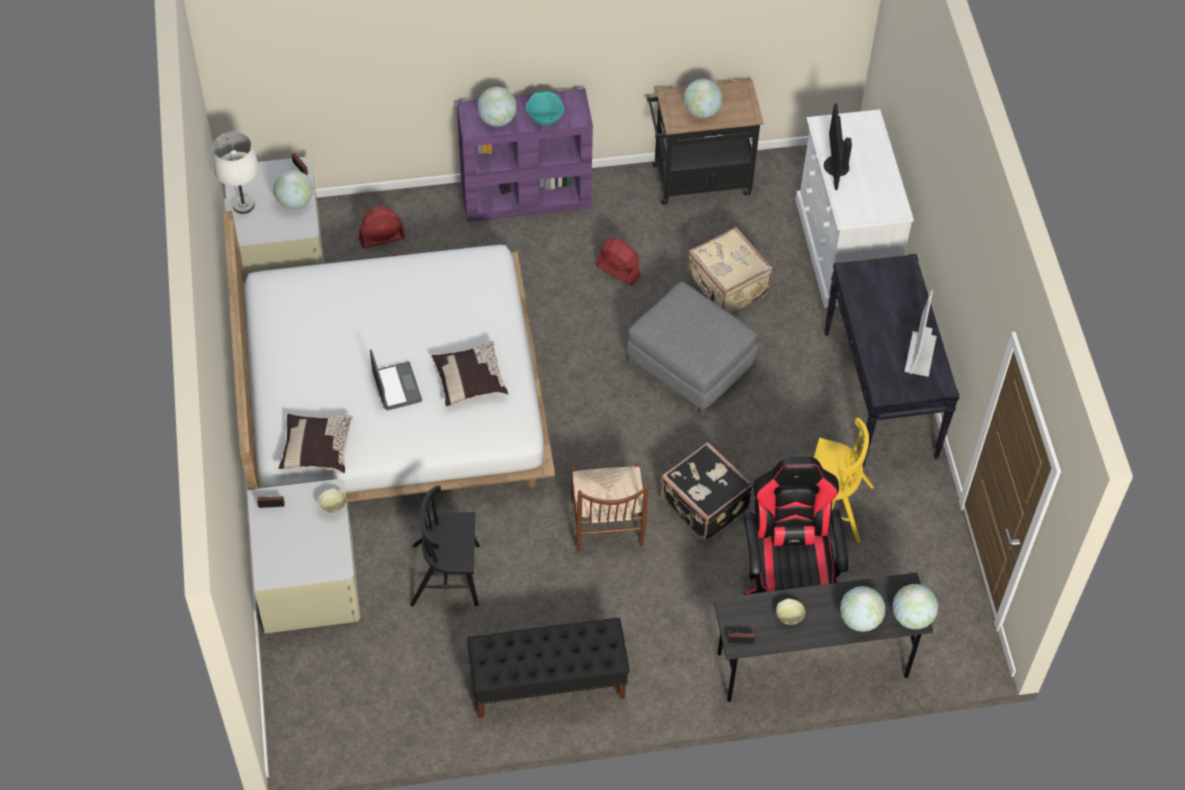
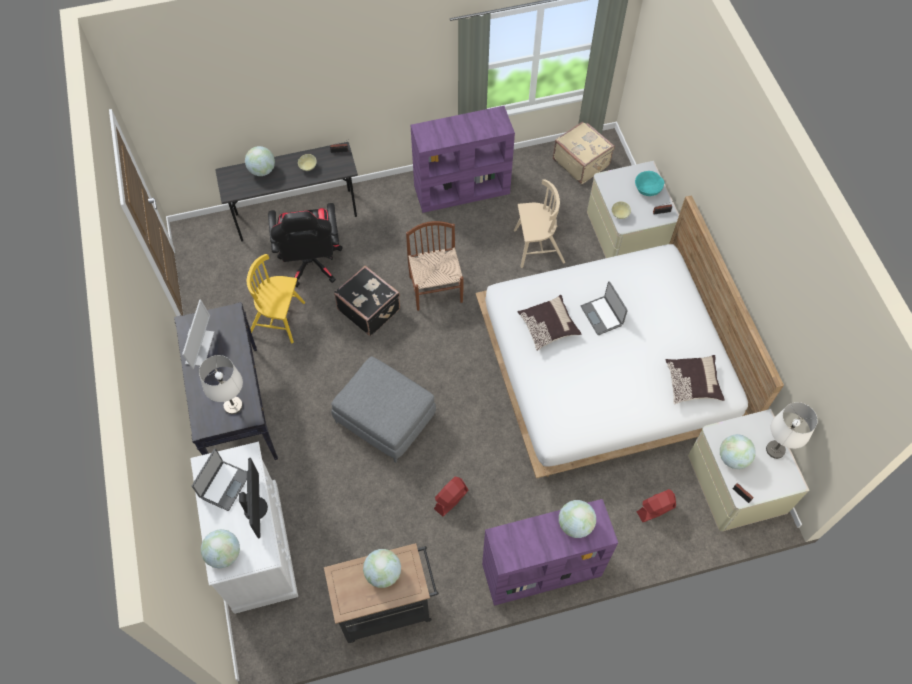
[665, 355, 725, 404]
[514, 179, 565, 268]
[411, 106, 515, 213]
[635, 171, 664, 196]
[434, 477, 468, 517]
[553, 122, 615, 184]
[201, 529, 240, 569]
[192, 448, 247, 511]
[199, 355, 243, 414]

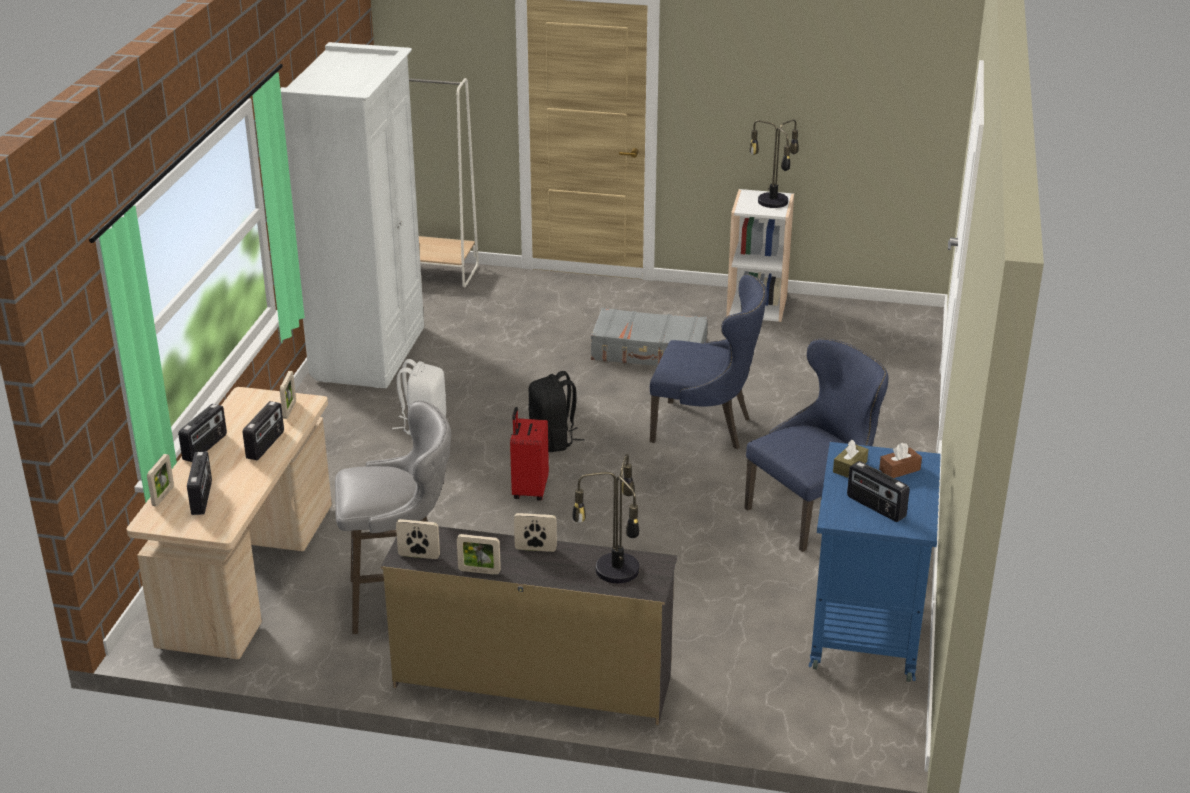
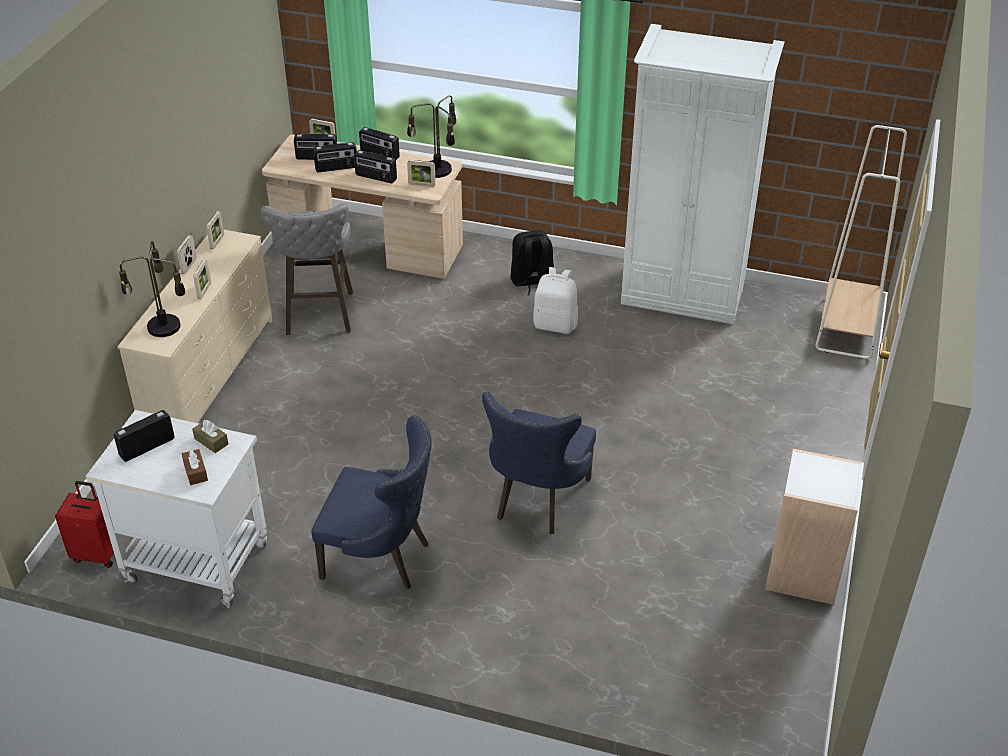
[118, 230, 273, 423]
[55, 481, 114, 568]
[511, 230, 554, 296]
[591, 308, 708, 366] (first image)
[312, 416, 432, 589]
[407, 95, 456, 178]
[86, 410, 267, 608]
[313, 142, 357, 172]

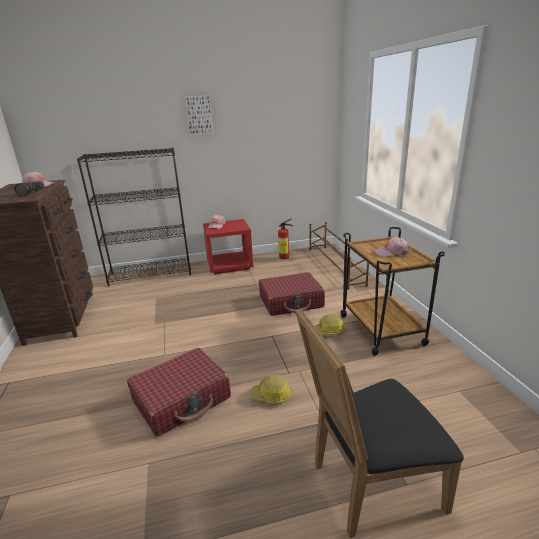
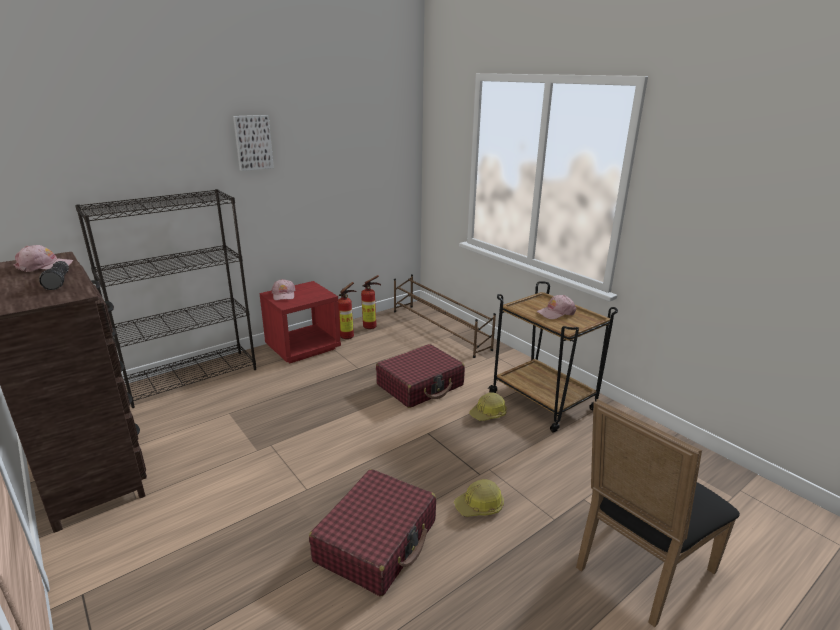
[338, 282, 357, 339]

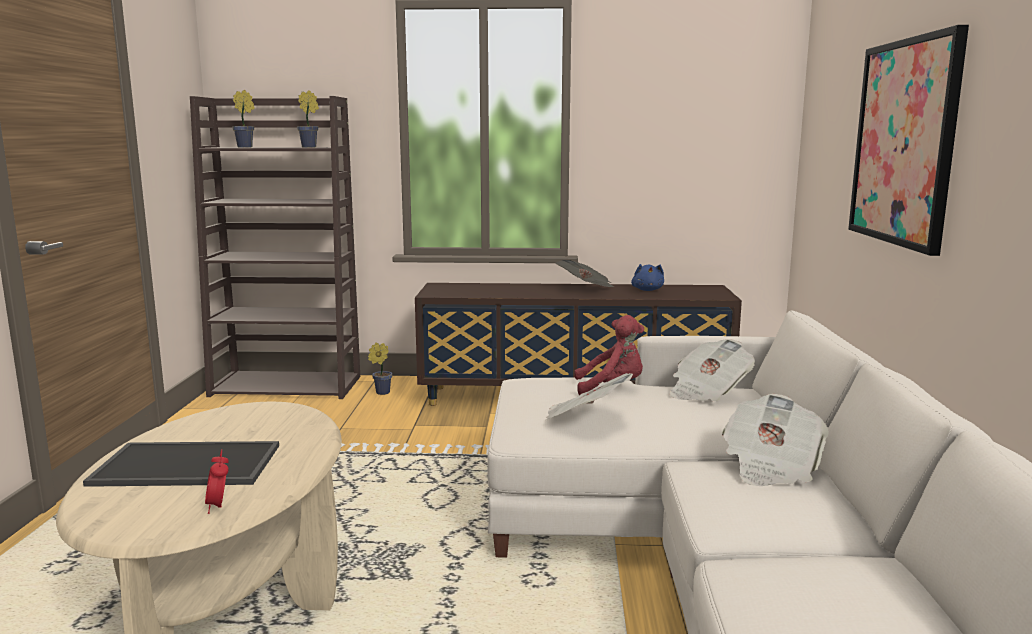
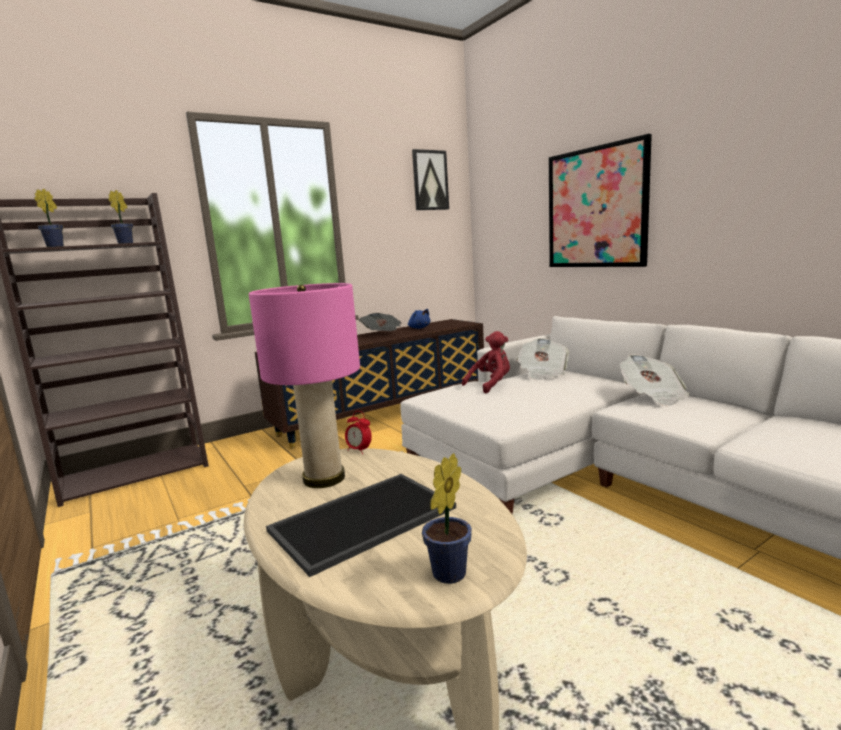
[345, 411, 372, 454]
[422, 453, 472, 584]
[546, 373, 633, 420] (first image)
[249, 283, 360, 488]
[412, 149, 449, 210]

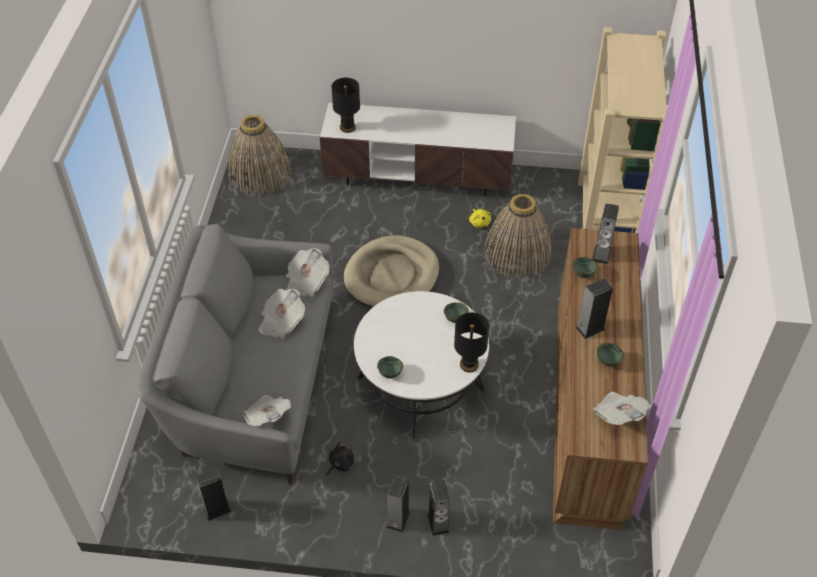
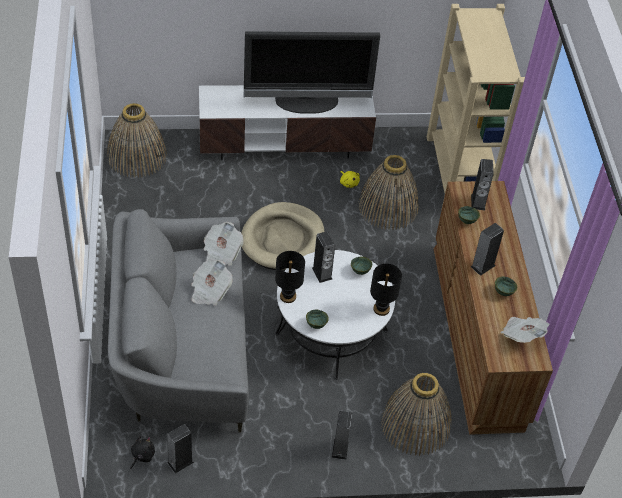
[243, 395, 291, 426] (first image)
[130, 436, 155, 469]
[275, 251, 305, 303]
[312, 231, 335, 283]
[244, 31, 380, 114]
[381, 373, 451, 456]

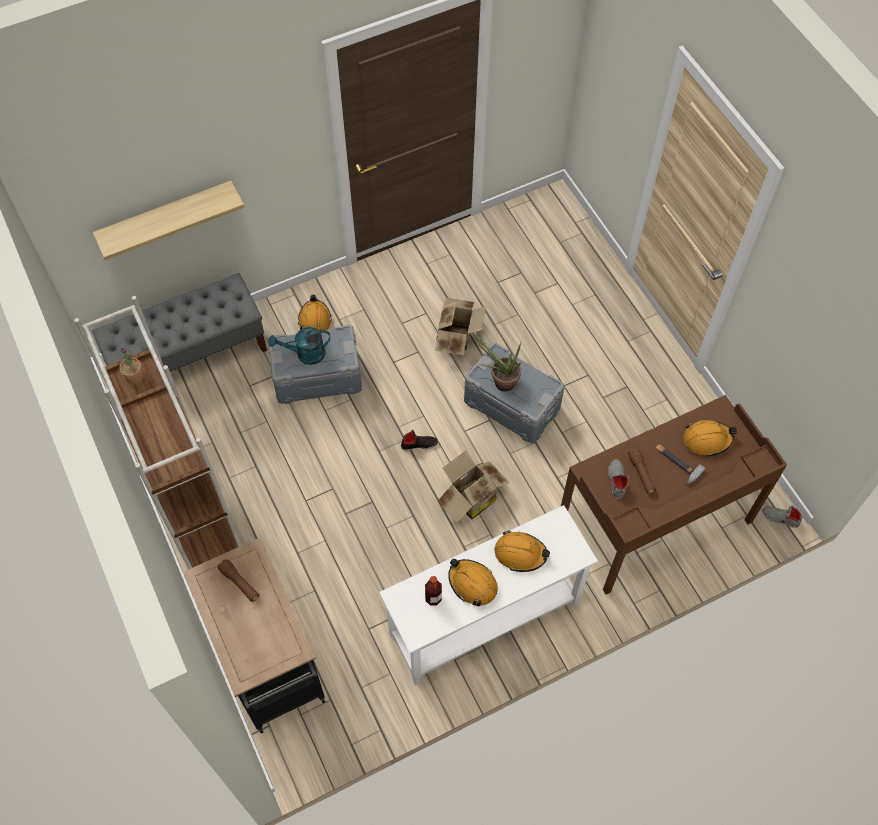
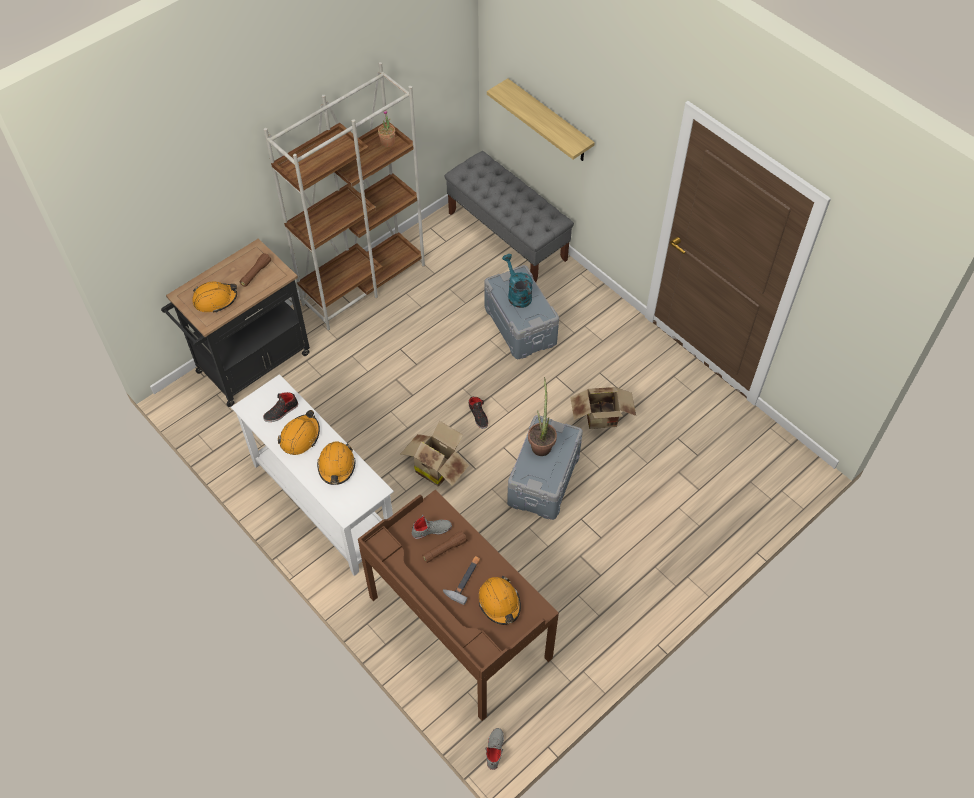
[193, 282, 237, 313]
[263, 392, 298, 422]

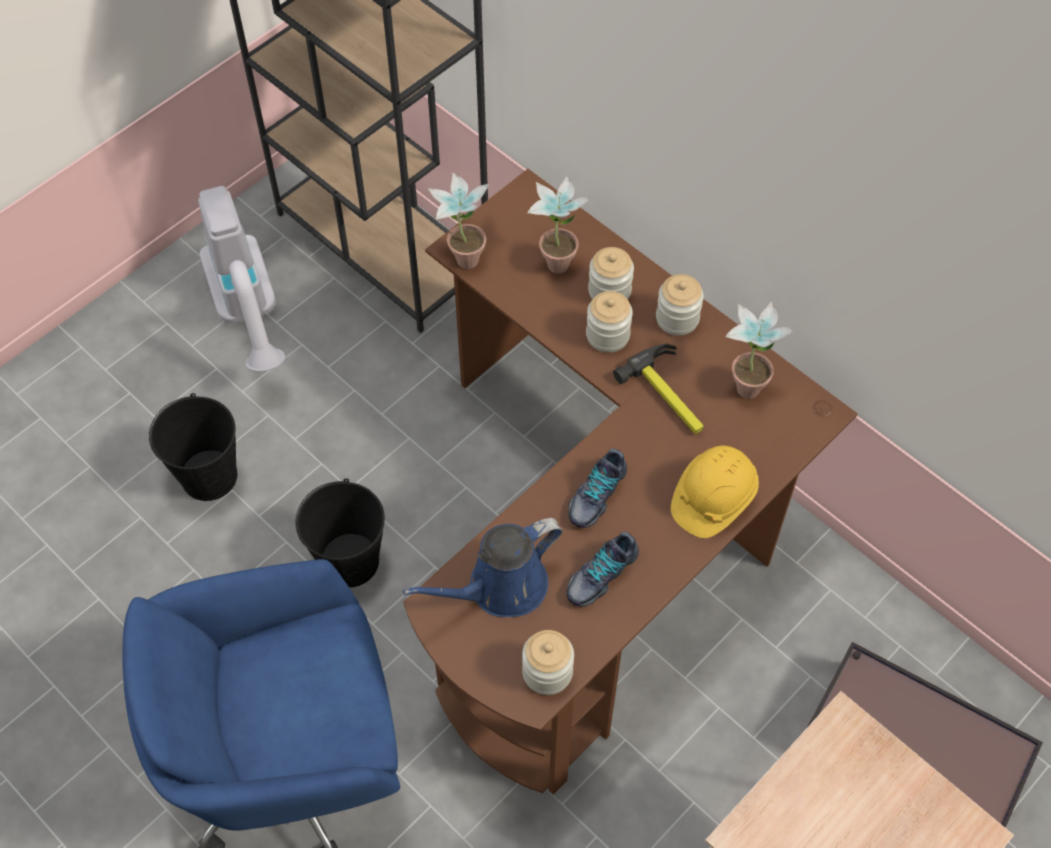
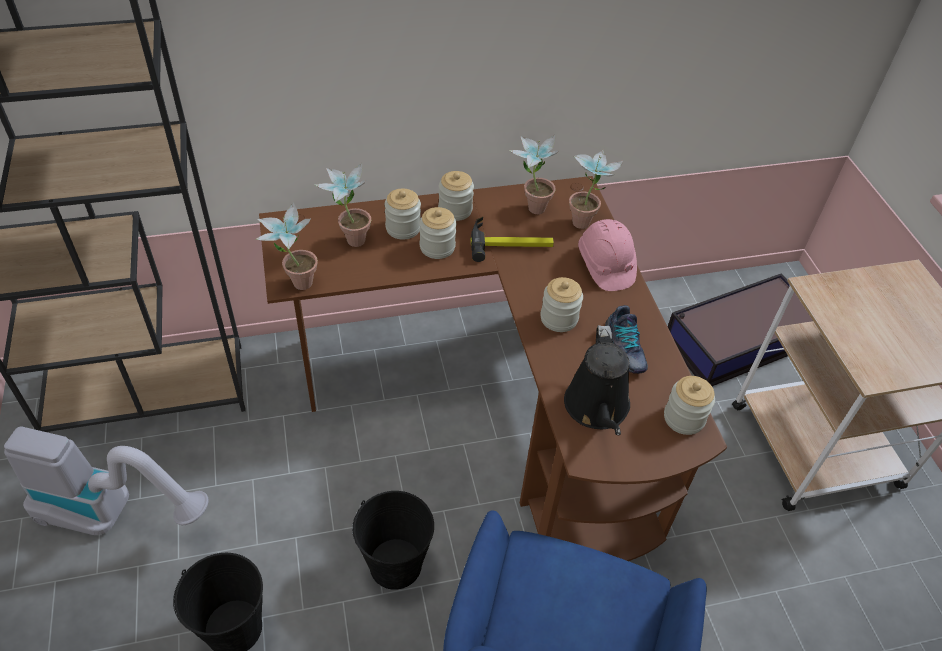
[564, 325, 630, 435]
[540, 277, 583, 332]
[578, 219, 637, 291]
[569, 150, 623, 229]

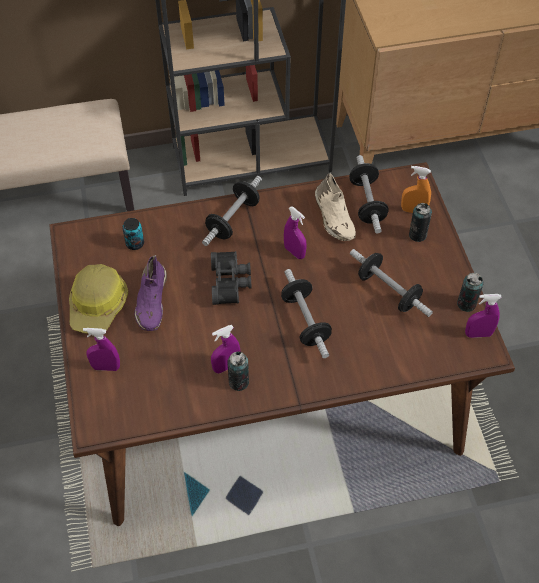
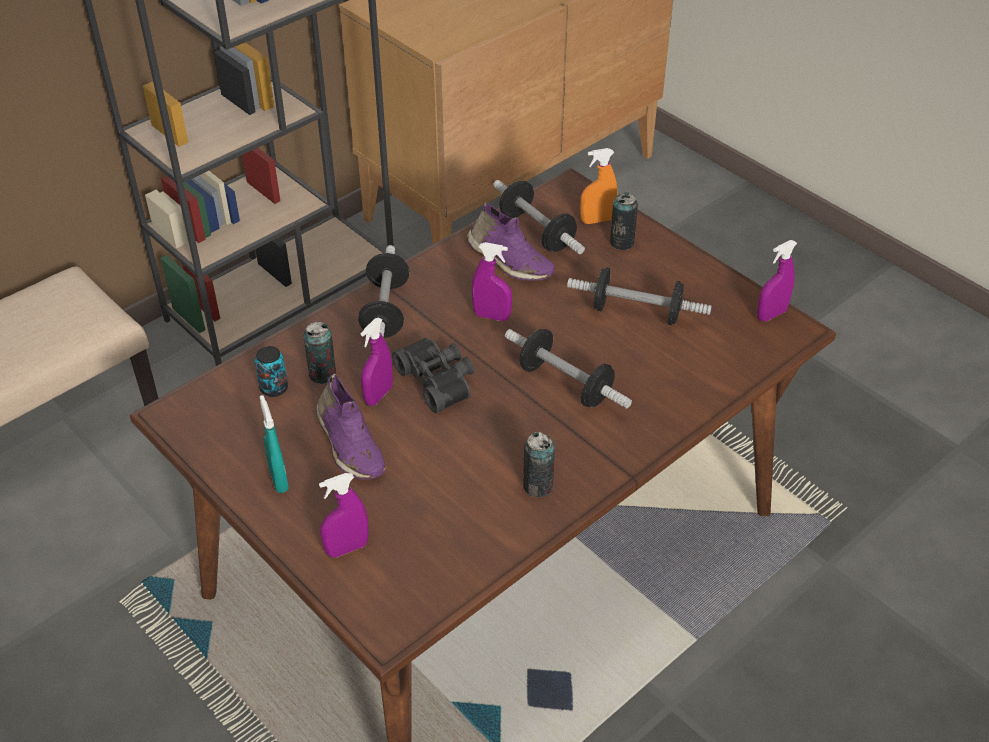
[260, 395, 289, 493]
[361, 318, 393, 406]
[467, 203, 555, 281]
[303, 322, 336, 384]

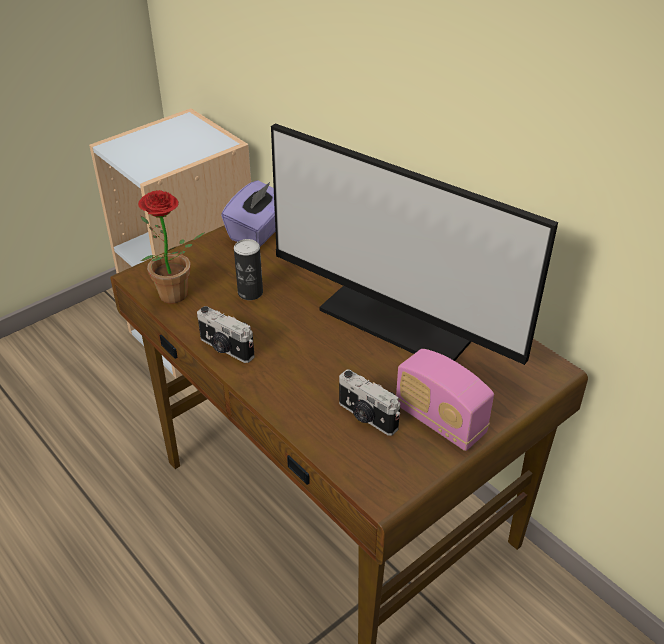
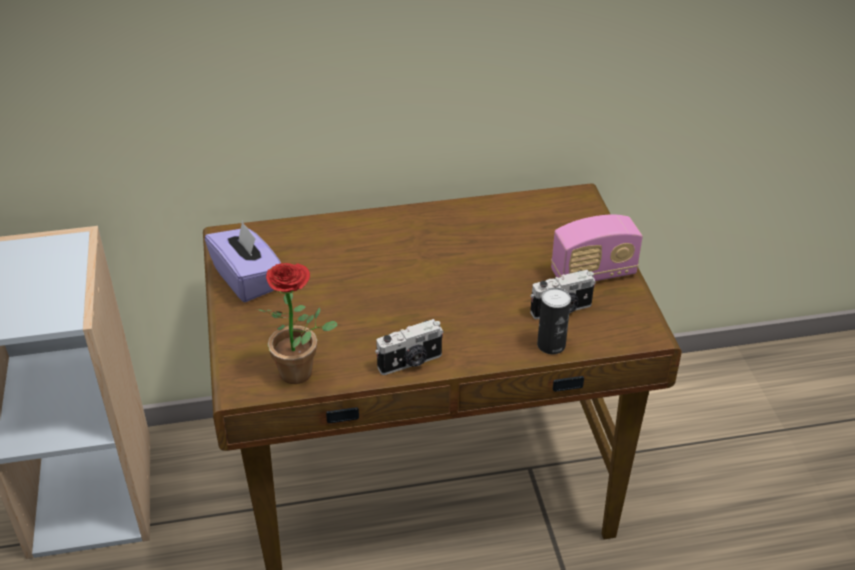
[537, 287, 571, 354]
[271, 123, 558, 365] (first image)

